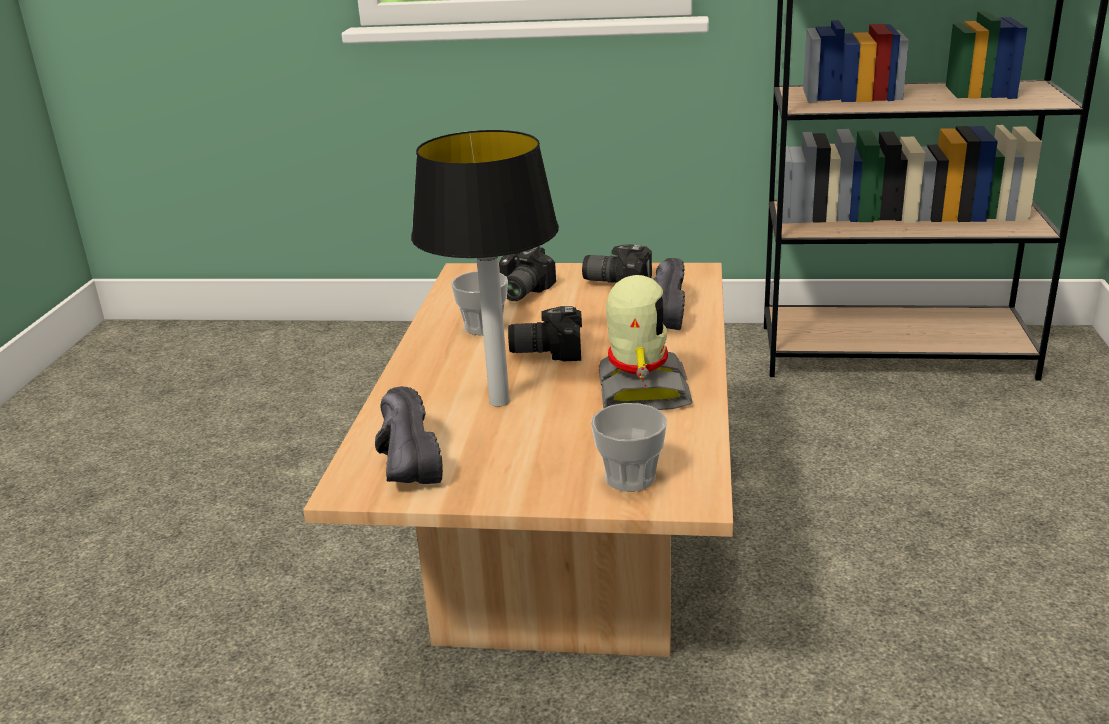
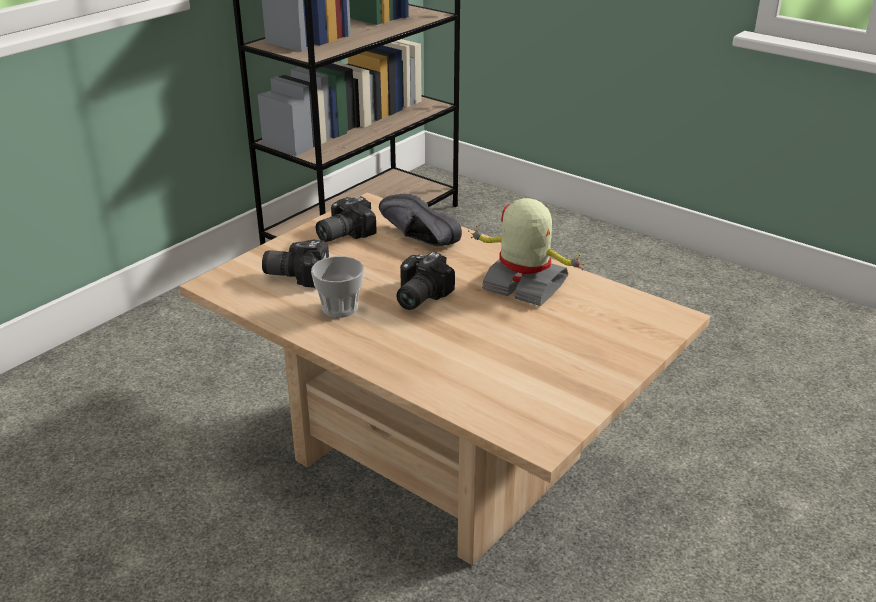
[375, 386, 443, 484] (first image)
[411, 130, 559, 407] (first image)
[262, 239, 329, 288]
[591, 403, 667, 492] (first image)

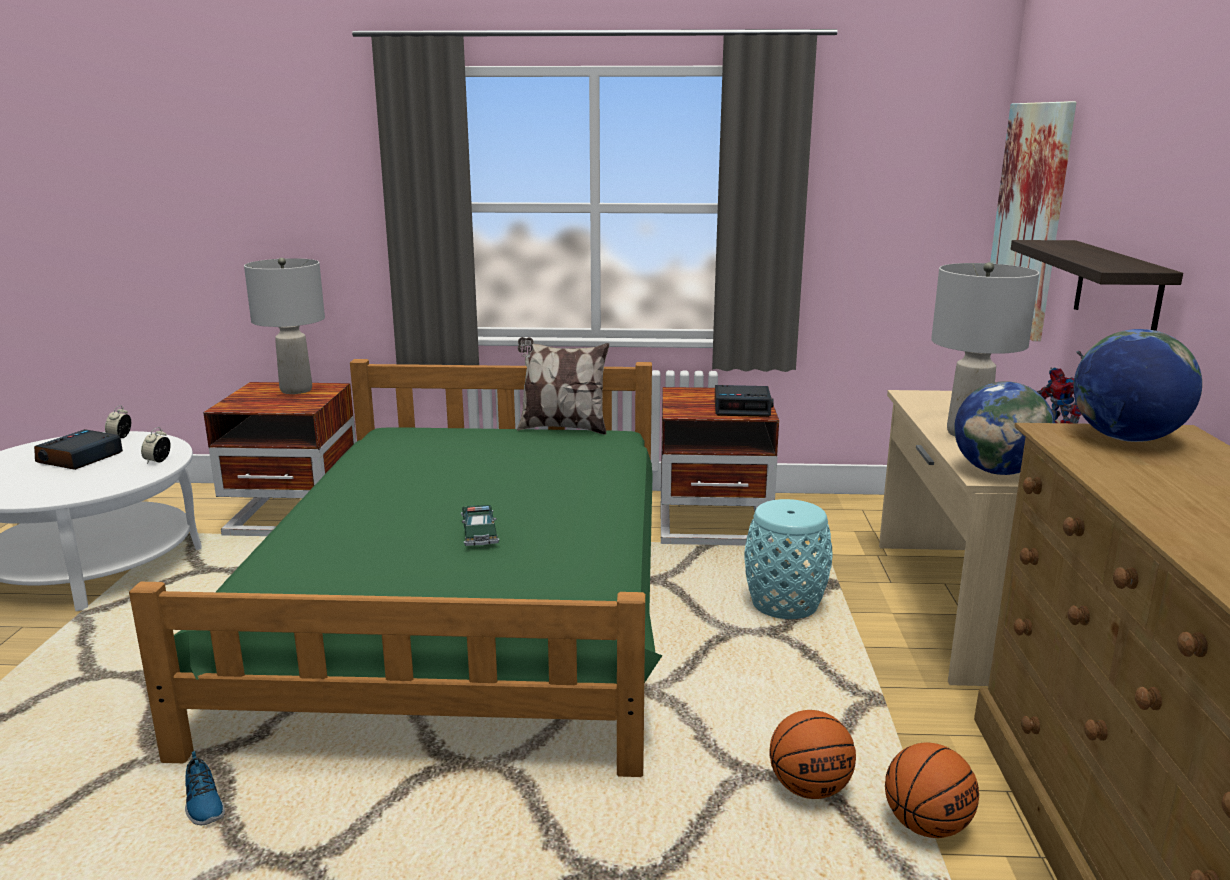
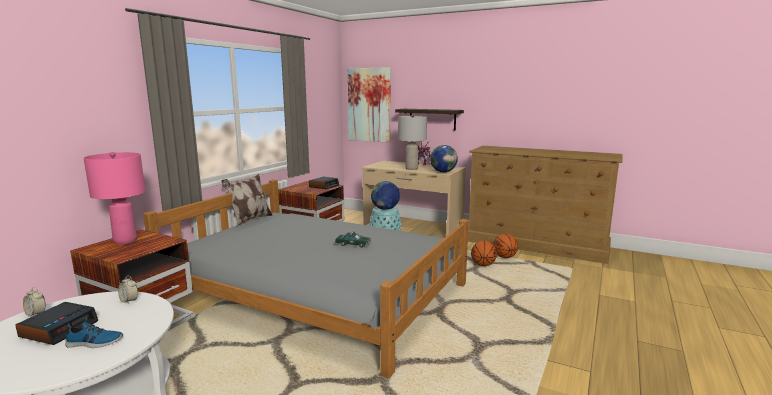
[15, 302, 98, 345]
[143, 179, 469, 378]
[65, 318, 123, 348]
[84, 152, 146, 244]
[371, 181, 400, 210]

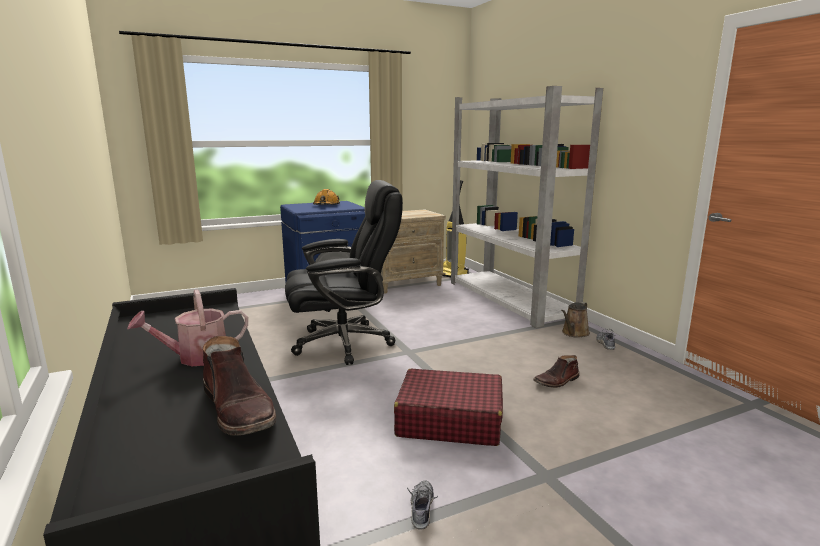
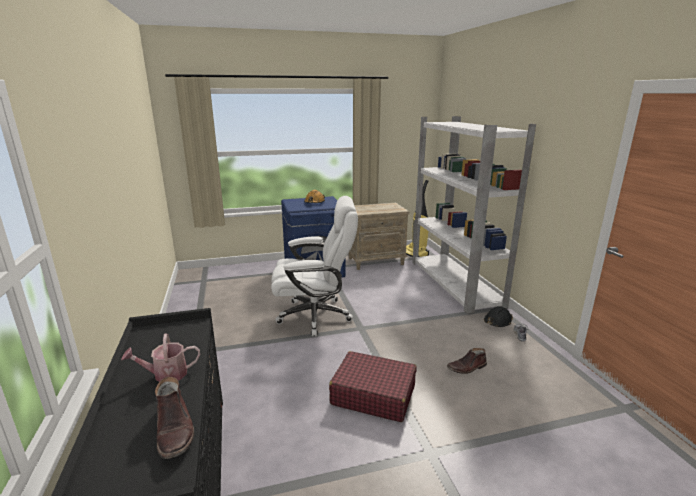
[271, 196, 358, 336]
[407, 480, 438, 530] (first image)
[484, 307, 513, 327]

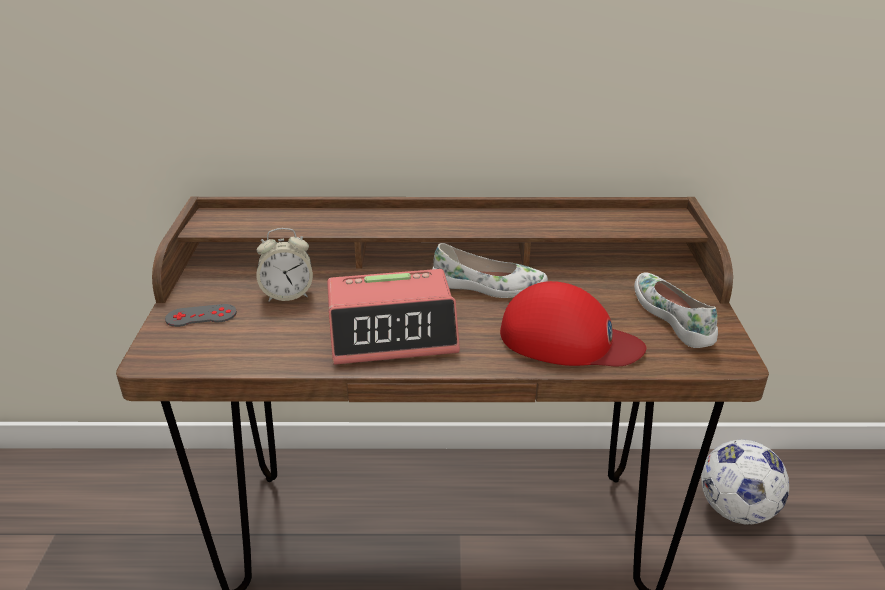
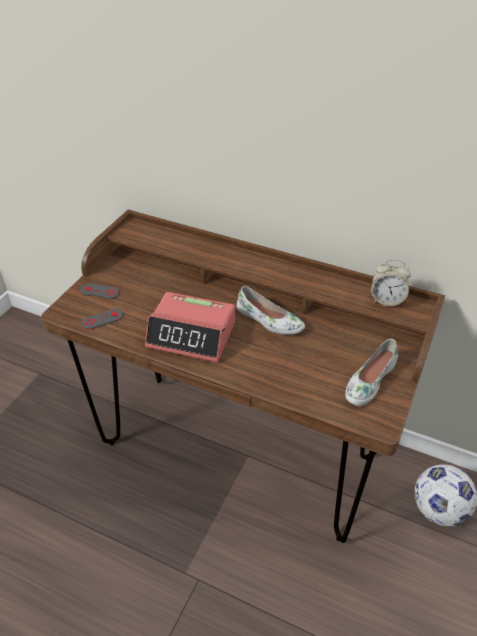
[371, 259, 411, 306]
[500, 281, 646, 366] (first image)
[345, 339, 398, 406]
[81, 308, 123, 329]

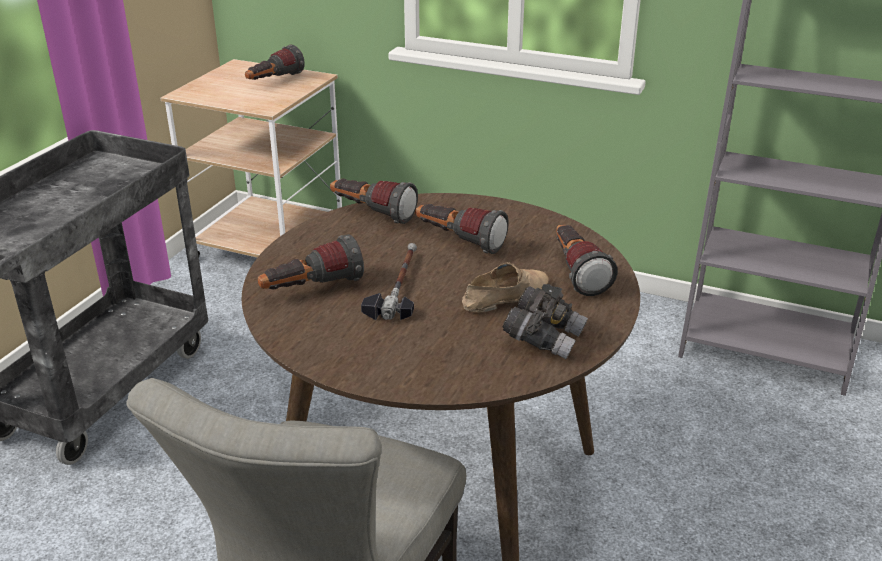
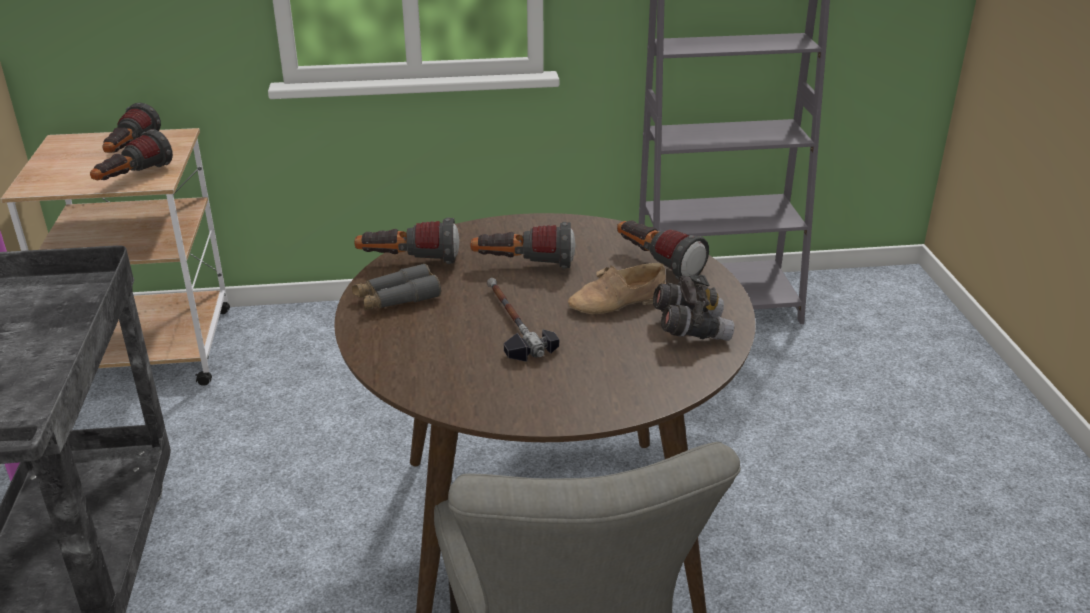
[90, 129, 173, 180]
[568, 263, 666, 314]
[352, 263, 441, 310]

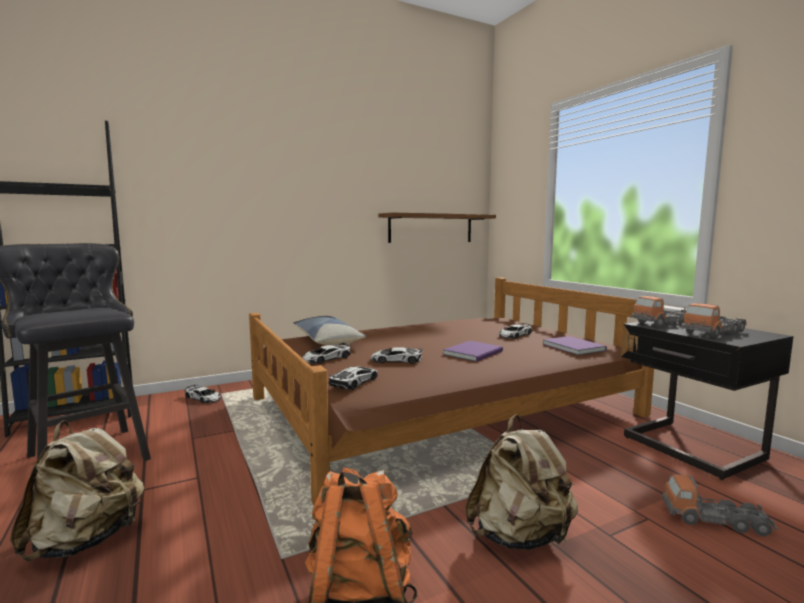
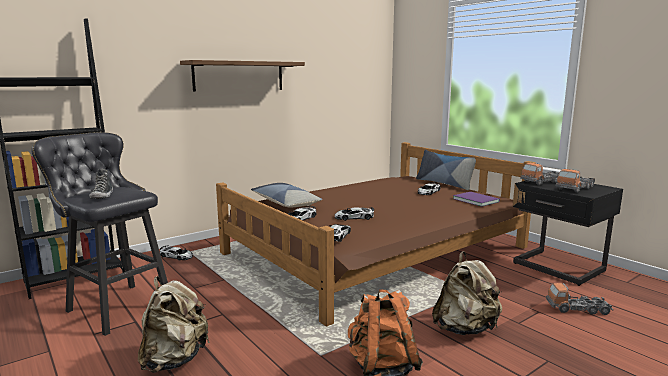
[180, 60, 305, 92]
[443, 341, 503, 362] (first image)
[89, 169, 113, 199]
[416, 150, 476, 190]

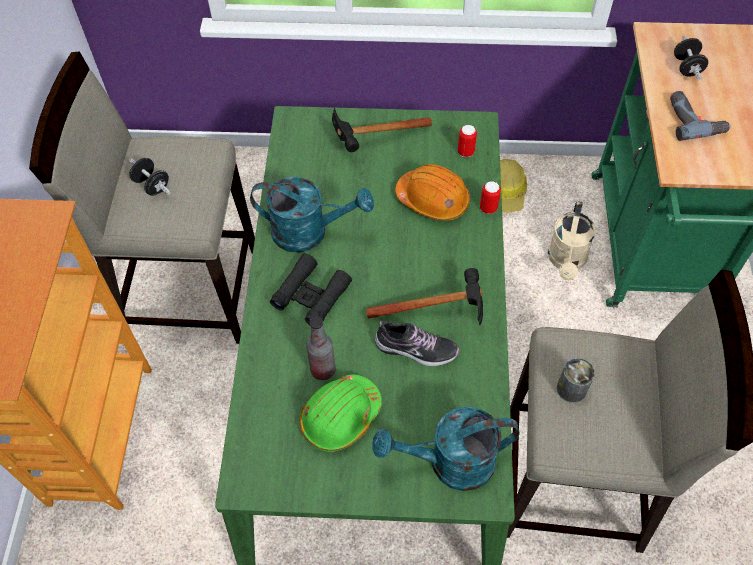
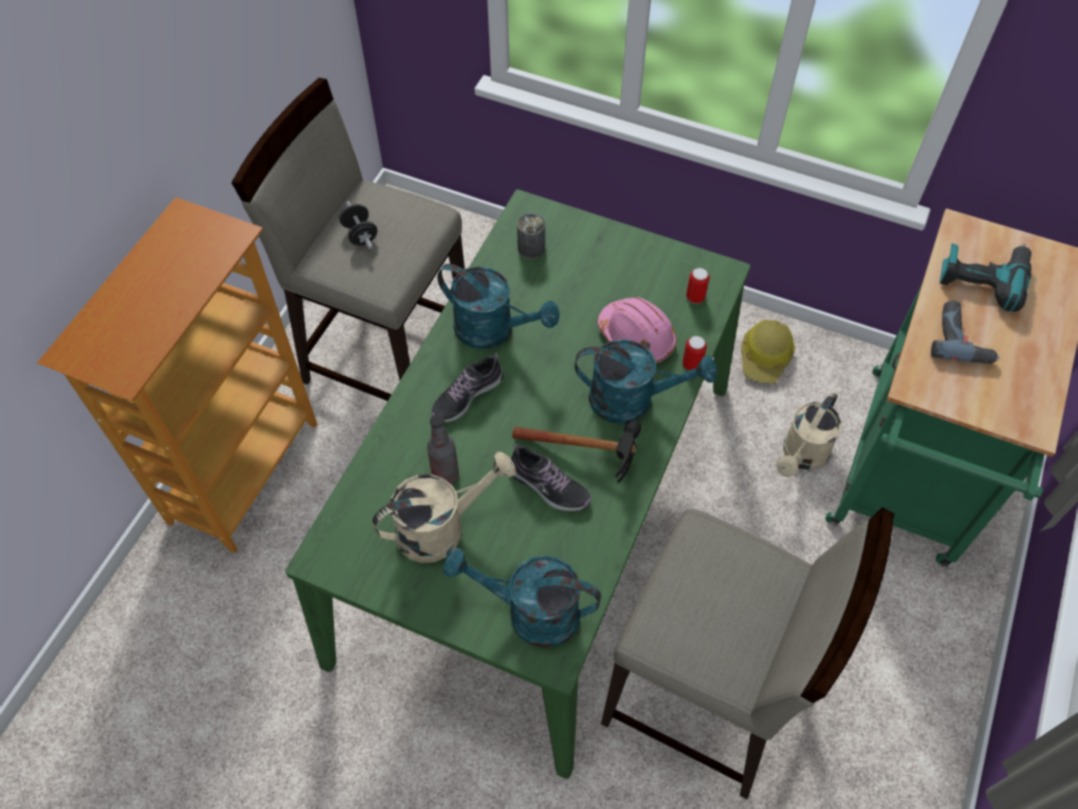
[431, 353, 503, 422]
[373, 452, 516, 563]
[332, 107, 432, 152] (first image)
[598, 297, 677, 363]
[517, 213, 545, 259]
[940, 243, 1032, 312]
[575, 339, 717, 424]

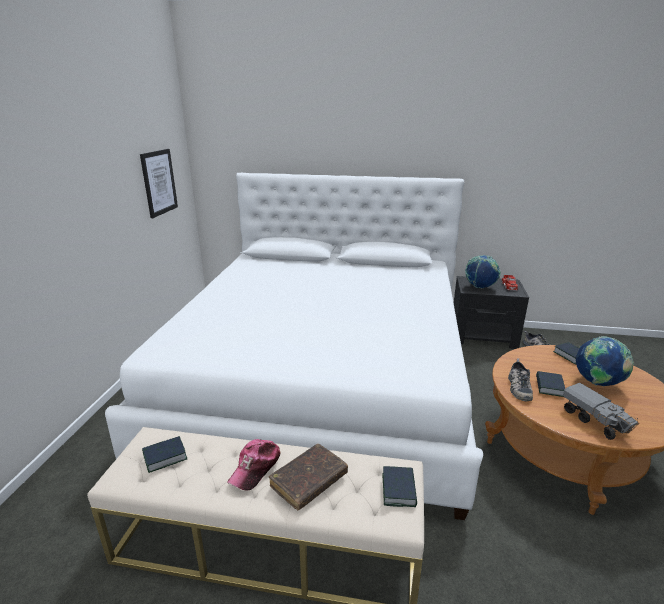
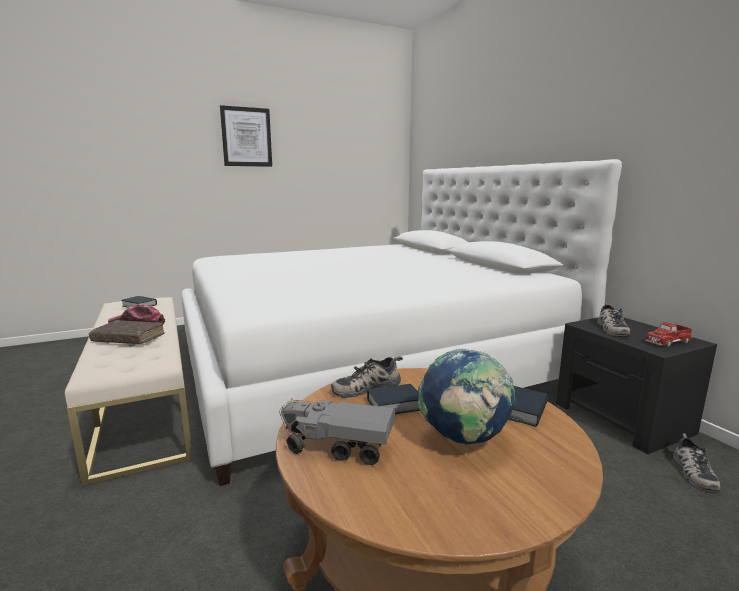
[220, 105, 272, 167]
[383, 466, 417, 507] (first image)
[598, 303, 630, 337]
[279, 398, 395, 465]

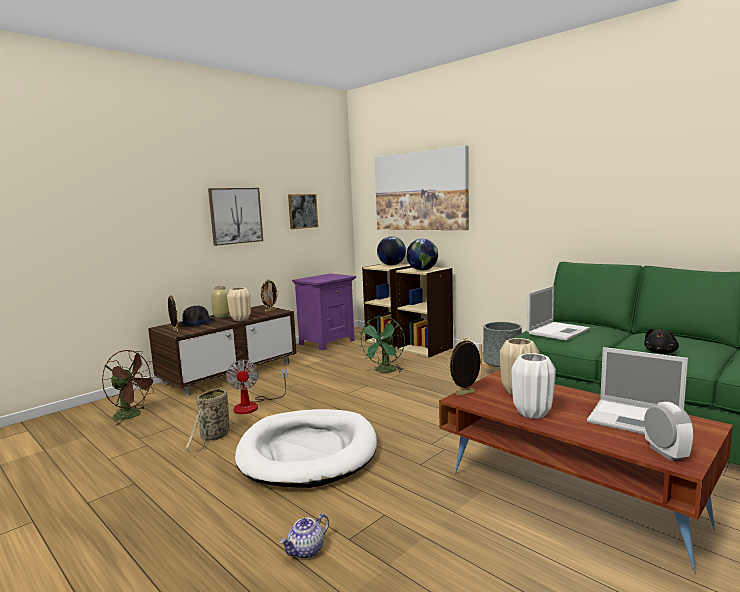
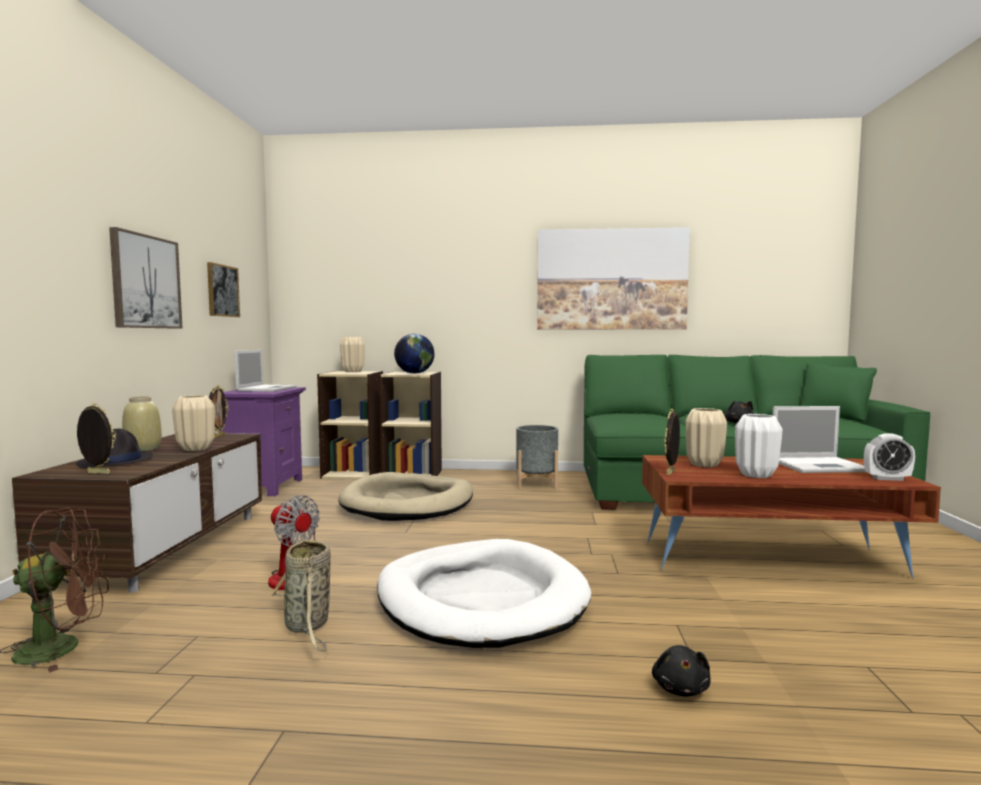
[652, 645, 711, 696]
[338, 472, 473, 521]
[537, 227, 690, 329]
[340, 337, 365, 372]
[234, 350, 297, 392]
[864, 433, 915, 481]

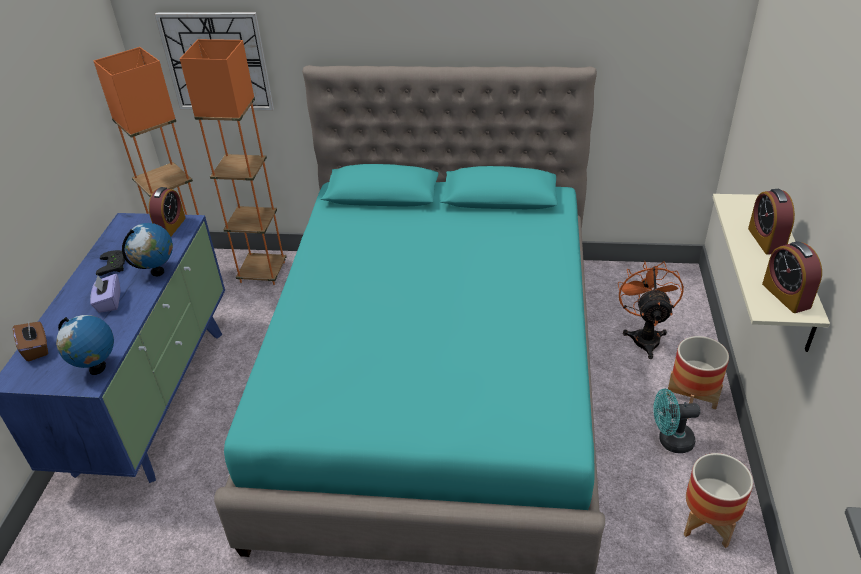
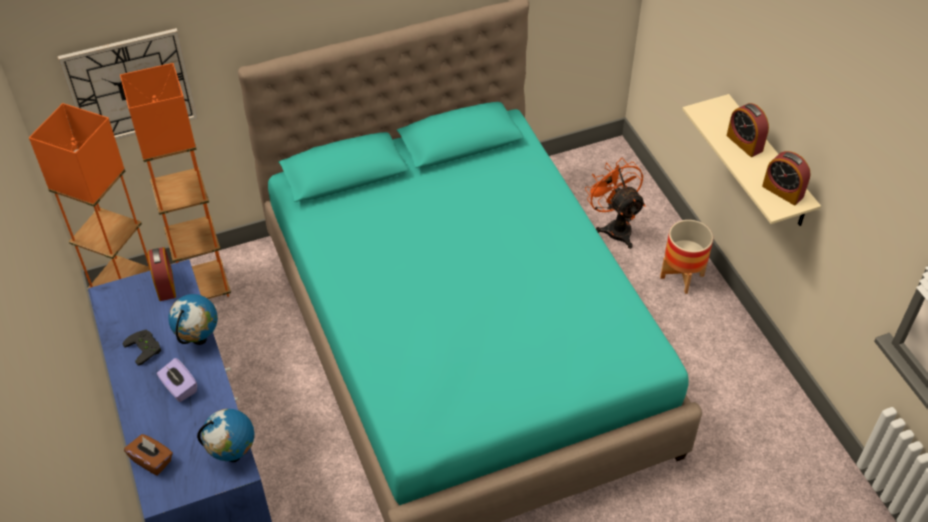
[653, 389, 700, 453] (first image)
[683, 453, 753, 548] (first image)

